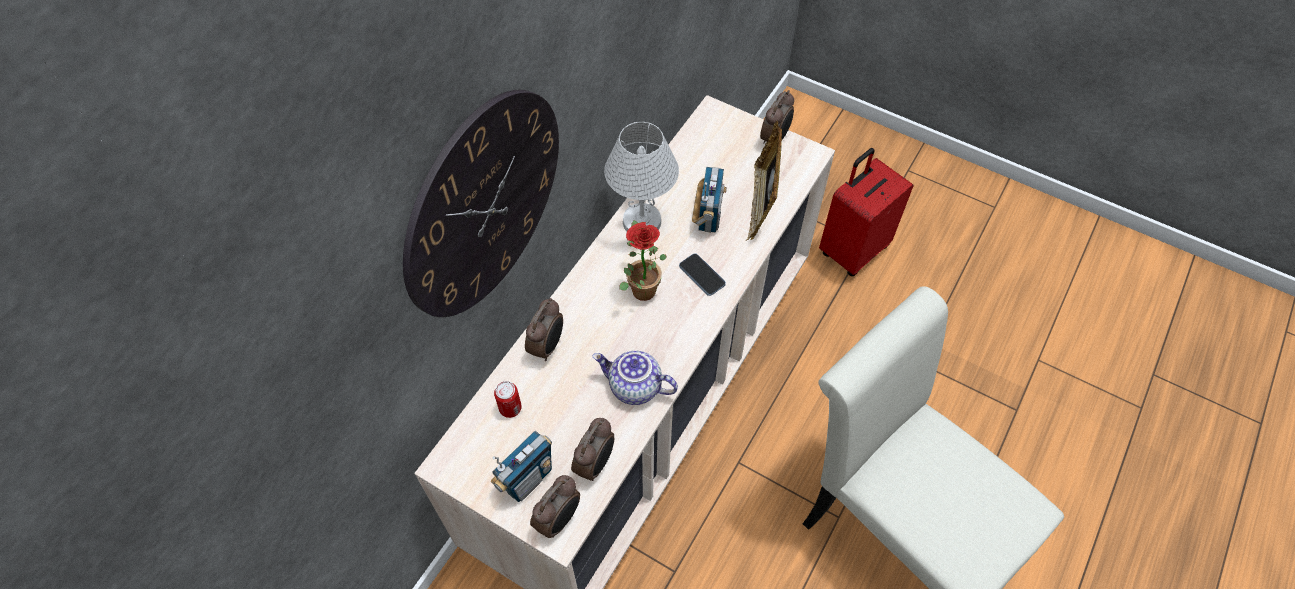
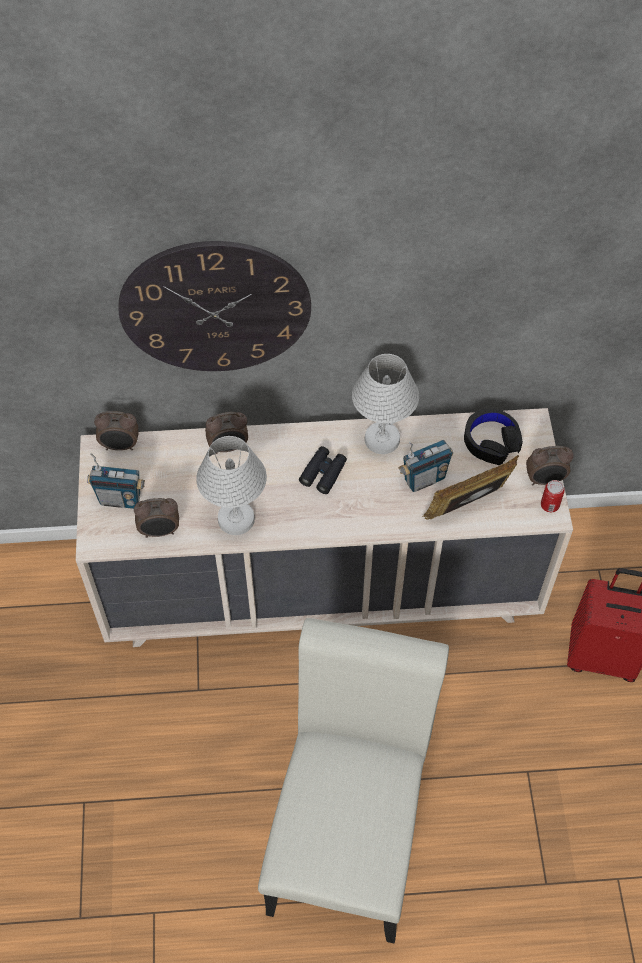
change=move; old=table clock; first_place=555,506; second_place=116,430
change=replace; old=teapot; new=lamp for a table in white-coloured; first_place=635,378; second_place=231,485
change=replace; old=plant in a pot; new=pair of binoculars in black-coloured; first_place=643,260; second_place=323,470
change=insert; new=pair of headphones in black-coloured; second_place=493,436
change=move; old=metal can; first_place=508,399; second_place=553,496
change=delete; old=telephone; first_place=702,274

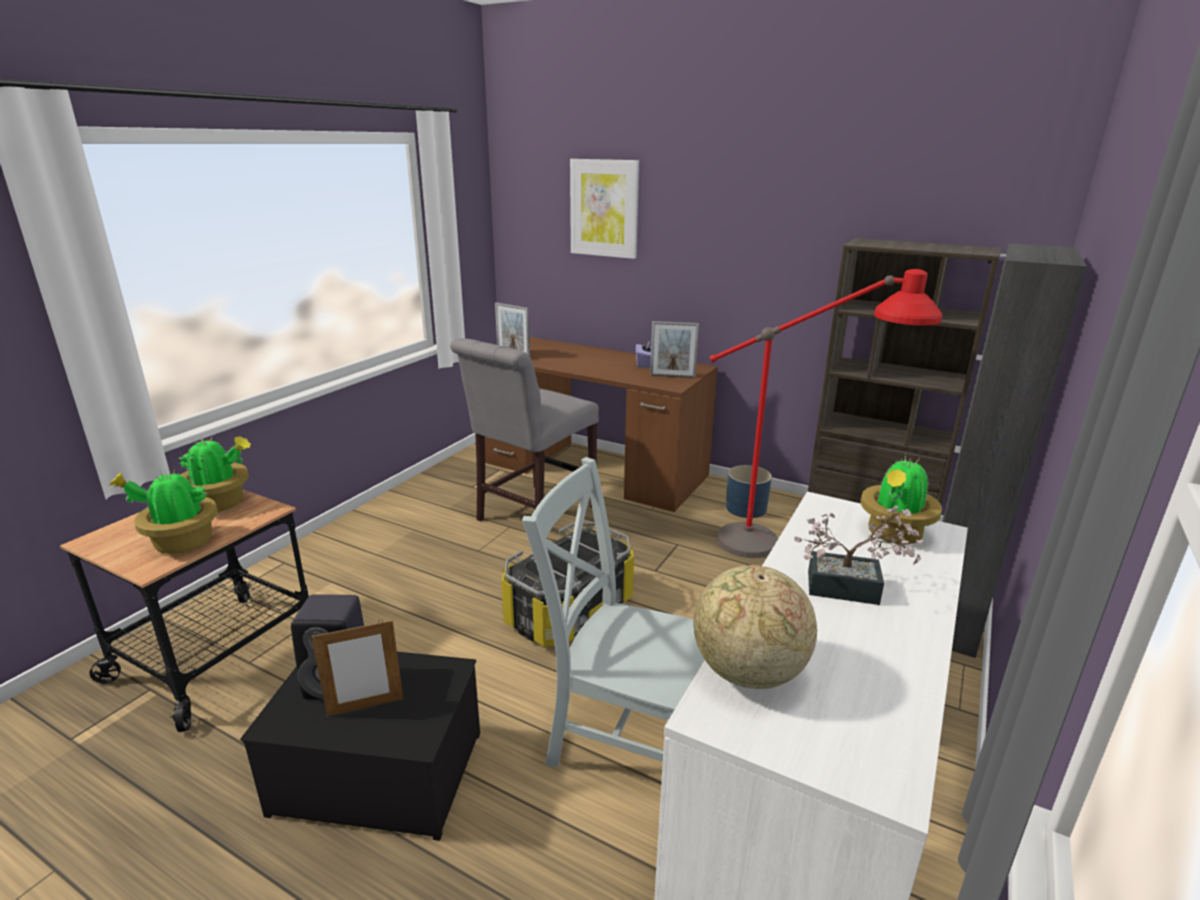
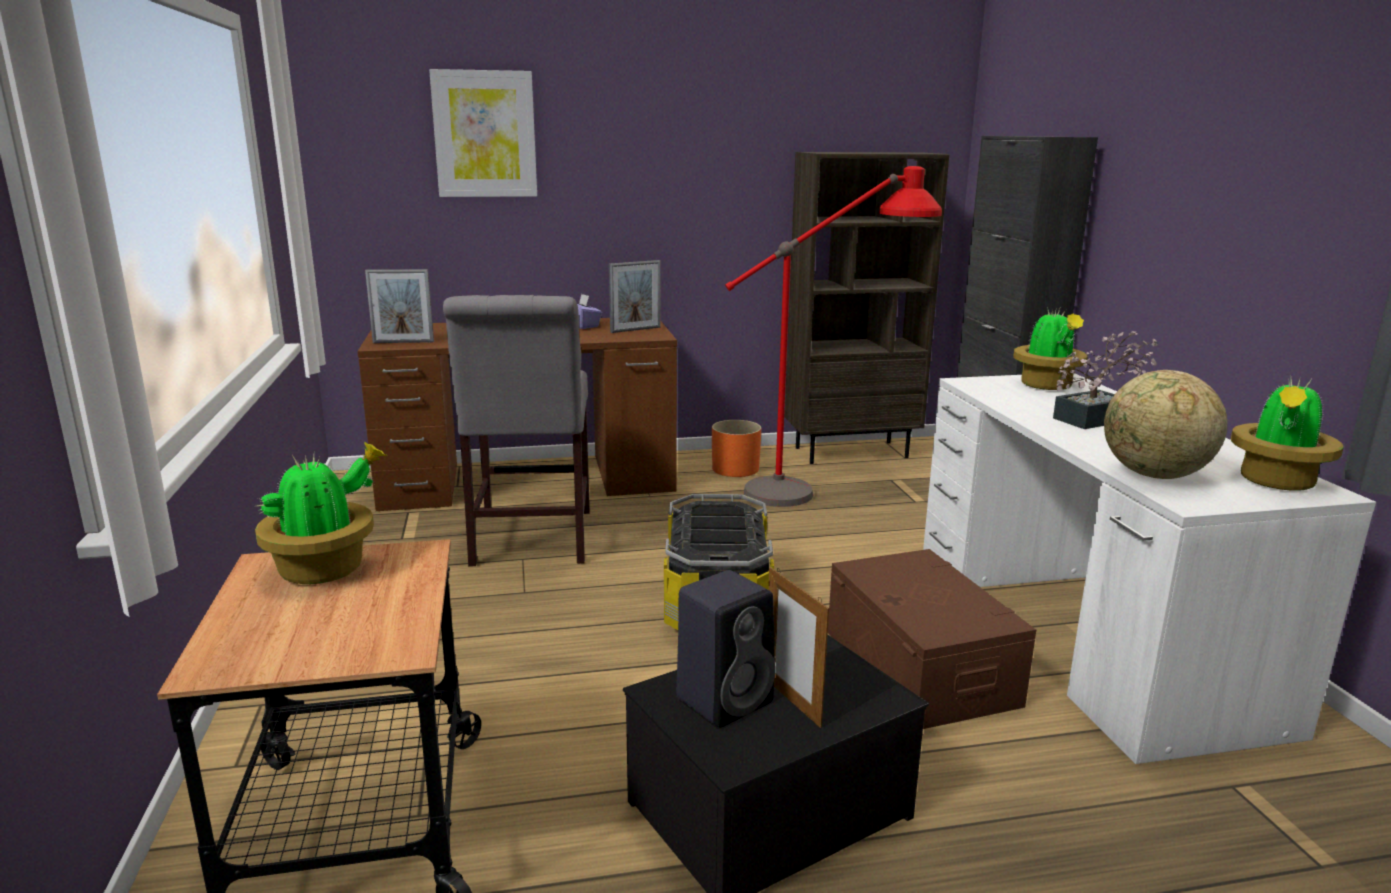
change=recolor; old=plant pot in bluish; new=plant pot in orange; first_place=749,491; second_place=736,448
change=rotate; old=standing frame; first_place=357,668; second_place=798,647; degrees=120
change=replace; old=plain chair in gray; new=storage box in brown; first_place=613,612; second_place=932,639
change=move; old=plant in a pot; first_place=163,510; second_place=1287,435

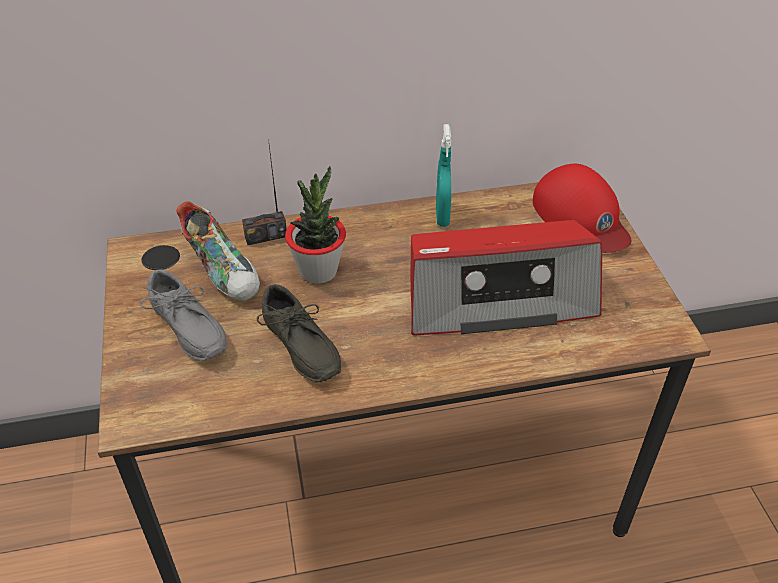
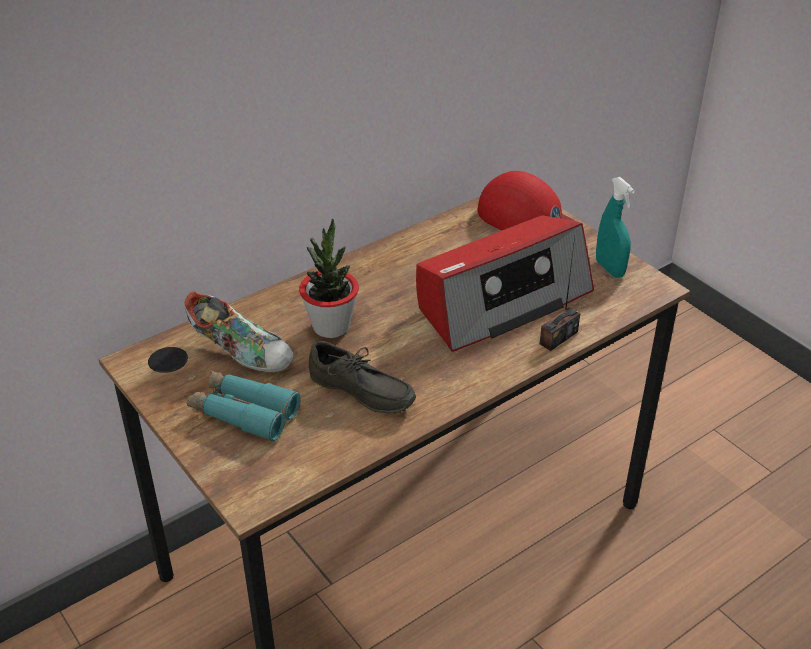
change=replace; old=shoe in gray; new=pair of binoculars in blue-green; first_place=183,315; second_place=244,406
change=move; old=radio set; first_place=264,192; second_place=560,294
change=move; old=sprayer in blue-green; first_place=443,175; second_place=615,227

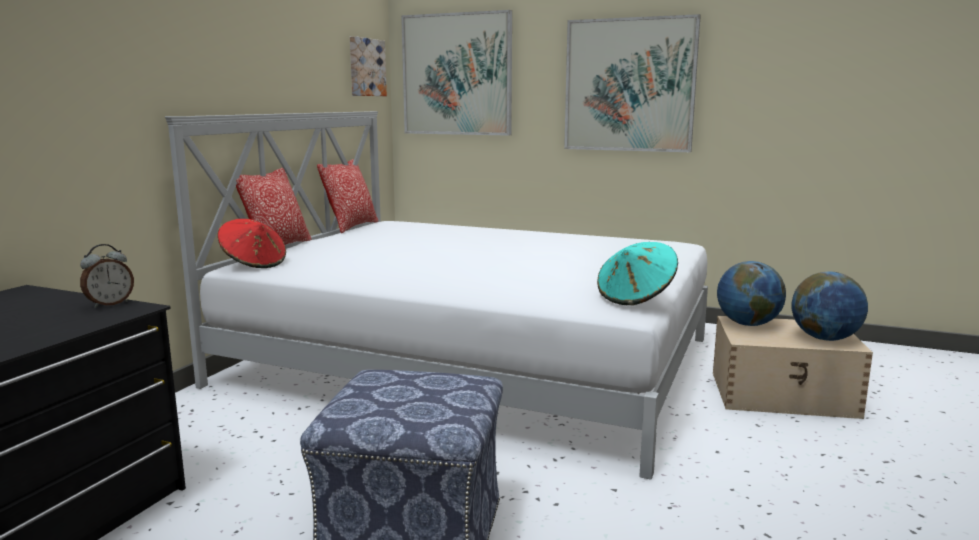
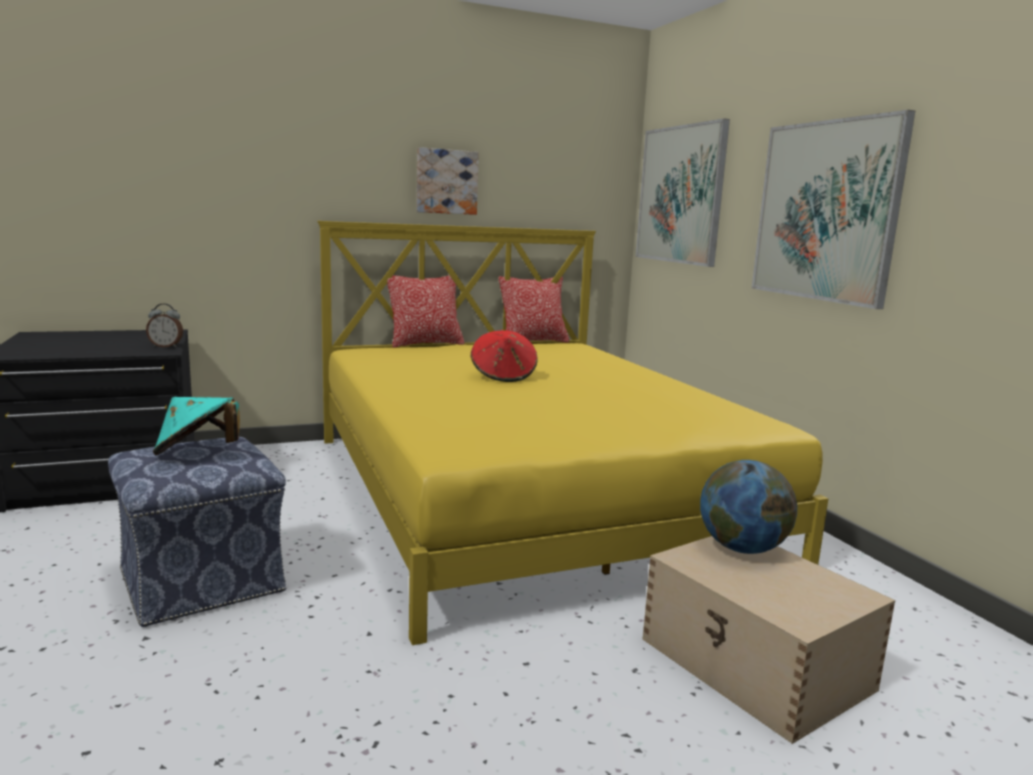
change=move; old=wearable hat in blue-green; first_place=637,273; second_place=196,426
change=recolor; old=sleeping bed in white-coloured; new=sleeping bed in yellow; first_place=436,295; second_place=572,433
change=move; old=wall picture; first_place=368,66; second_place=448,181
change=move; old=wearable hat in red-coloured; first_place=252,243; second_place=504,356
change=delete; old=desk globe; first_place=830,306

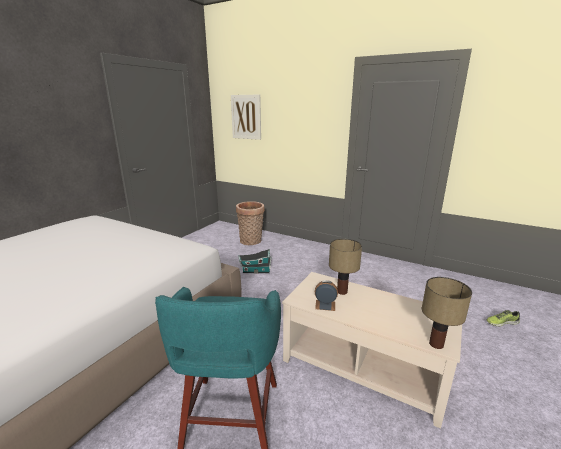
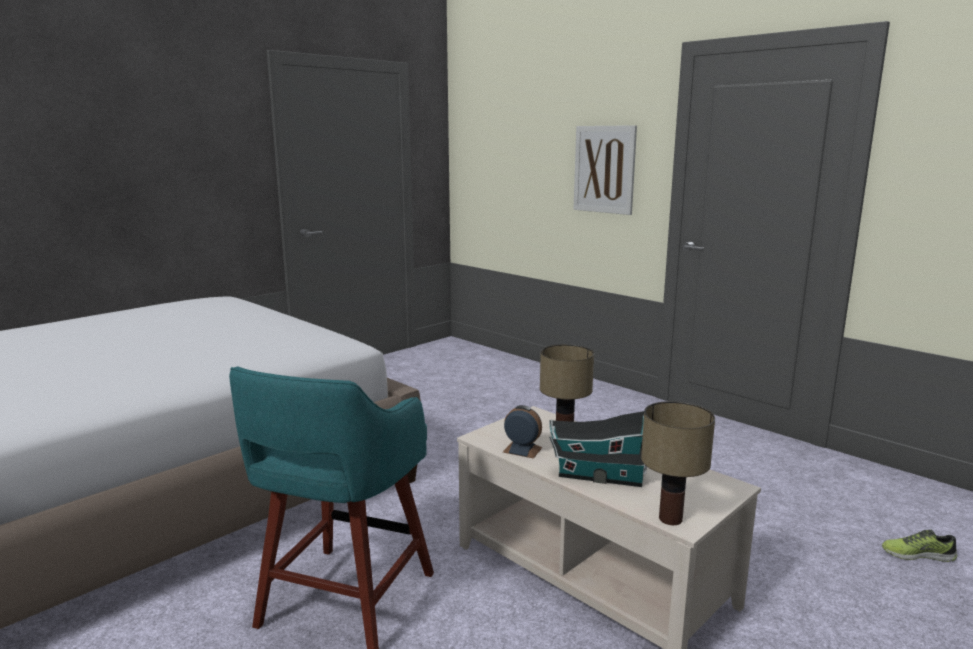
change=move; old=toy house; first_place=254,261; second_place=598,449
change=move; old=wall picture; first_place=246,117; second_place=605,170
change=delete; old=basket; first_place=250,223

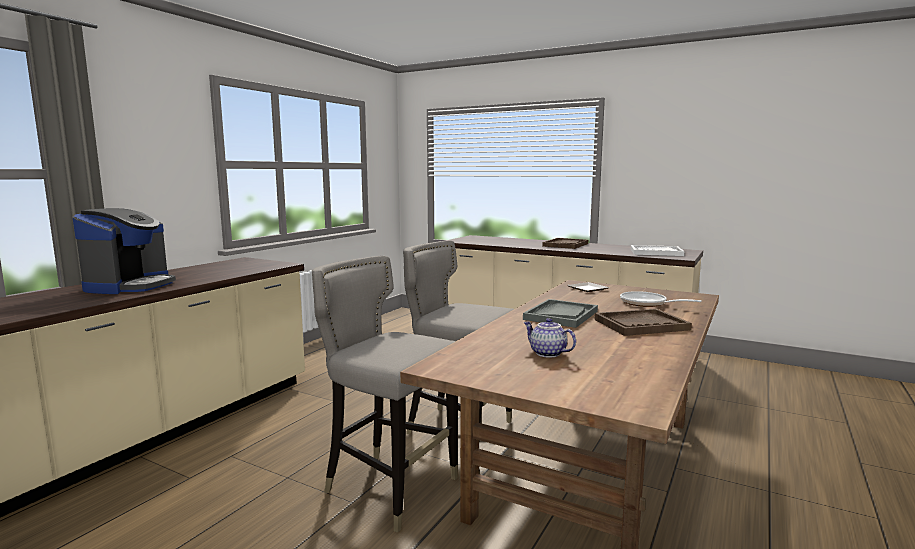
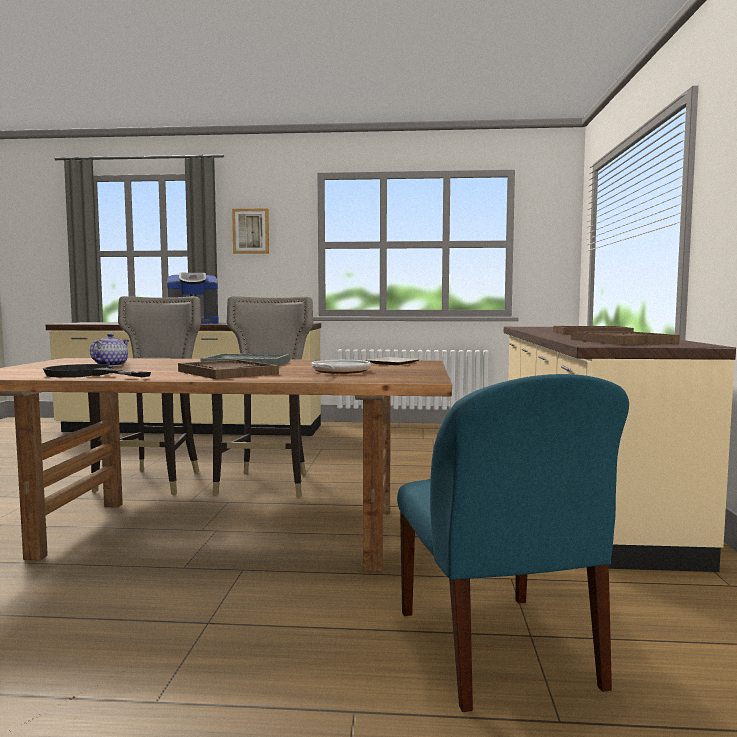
change=insert; new=skillet in black-coloured; second_place=97,371
change=insert; new=wall picture; second_place=250,231
change=insert; new=plain chair in bluish; second_place=513,543
change=recolor; old=tray in white-coloured; new=tray in brown; first_place=658,250; second_place=625,338

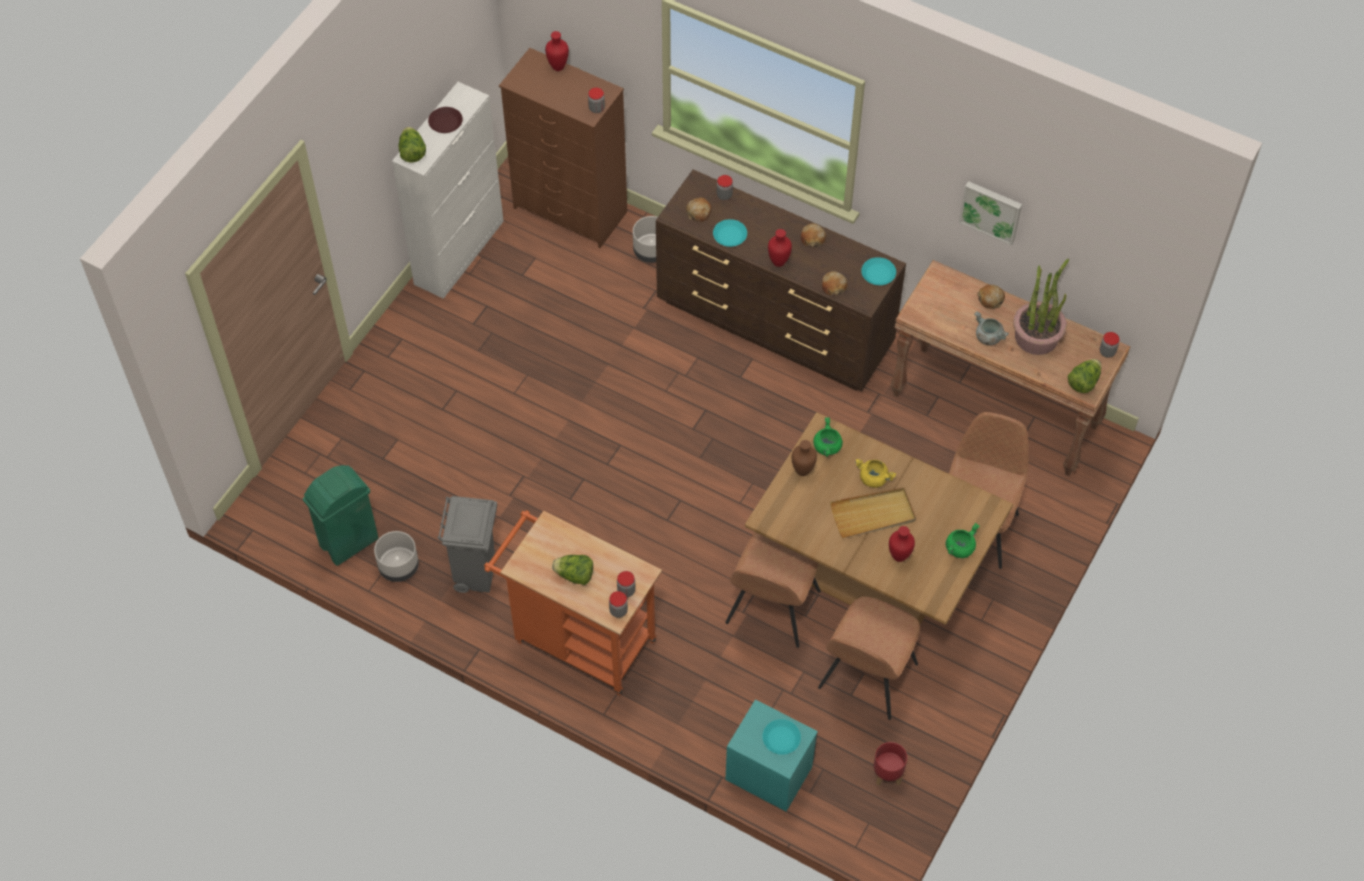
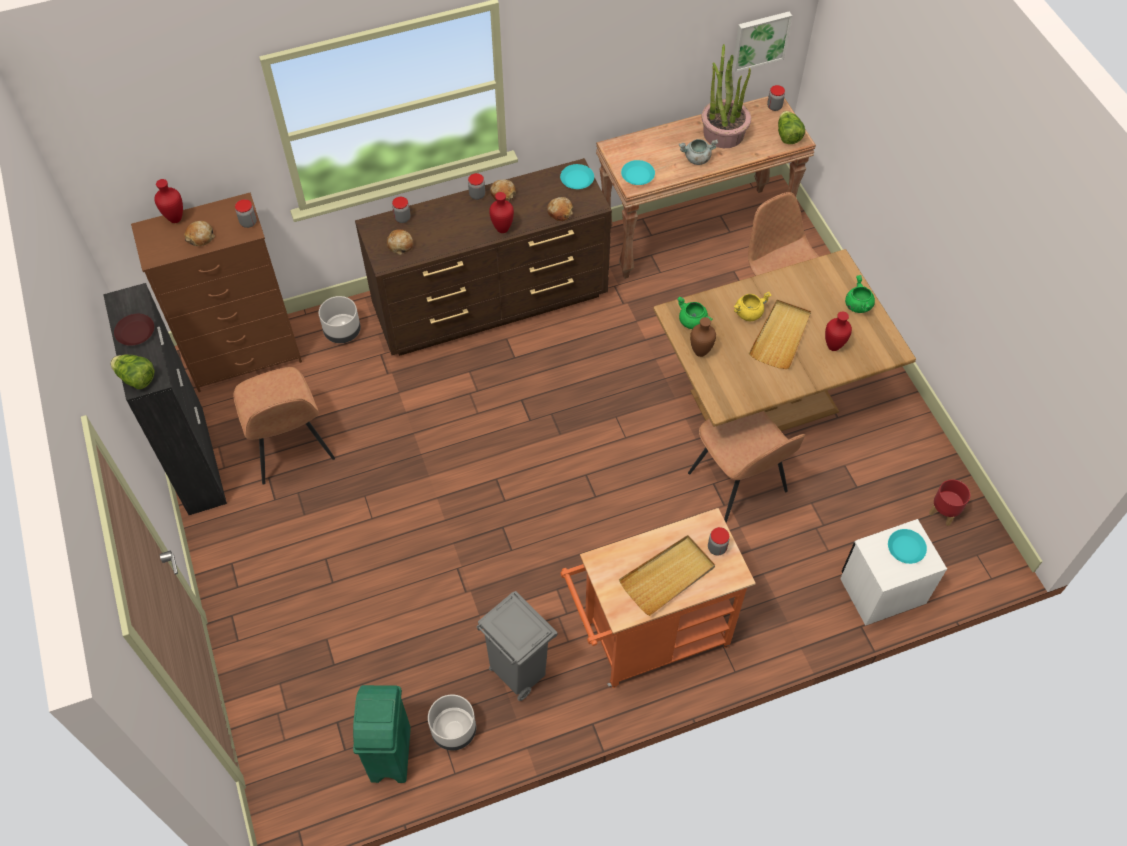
change=recolor; old=cabinet in white-coloured; new=cabinet in black-coloured; first_place=448,190; second_place=165,399
change=move; old=bread; first_place=991,297; second_place=199,233
change=move; old=plain chair in brown; first_place=869,658; second_place=284,426
change=move; old=storage jar; first_place=618,604; second_place=476,186
change=replace; old=lettuce head; new=tray in beige; first_place=572,570; second_place=667,575
change=move; old=plate in blue-green; first_place=730,233; second_place=638,172
change=move; old=wall picture; first_place=990,213; second_place=762,42
change=recolor; old=nightstand in blue-green; new=nightstand in white-coloured; first_place=771,755; second_place=893,572

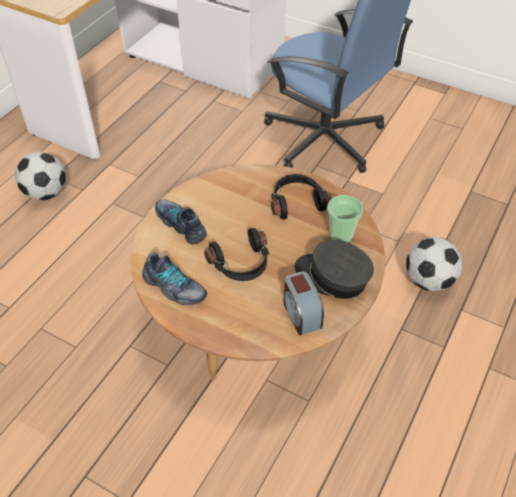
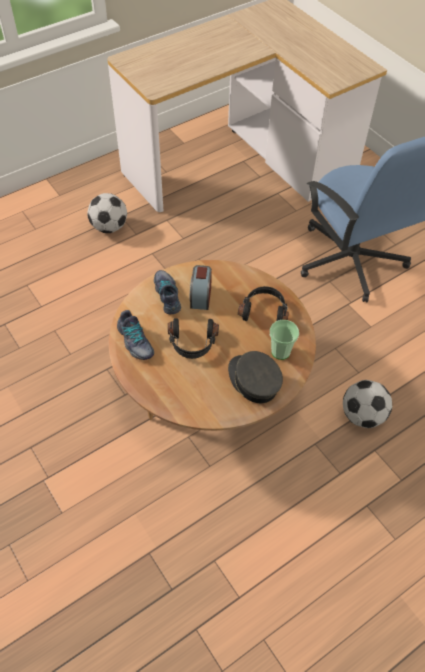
change=move; old=table clock; first_place=304,304; second_place=201,287

